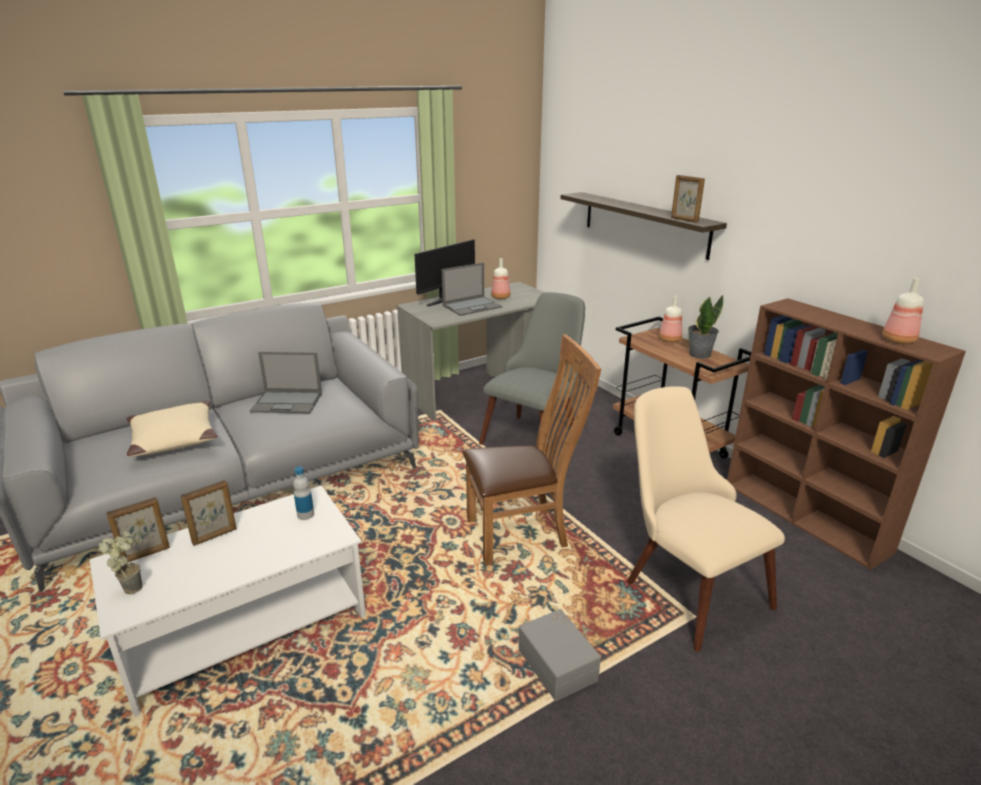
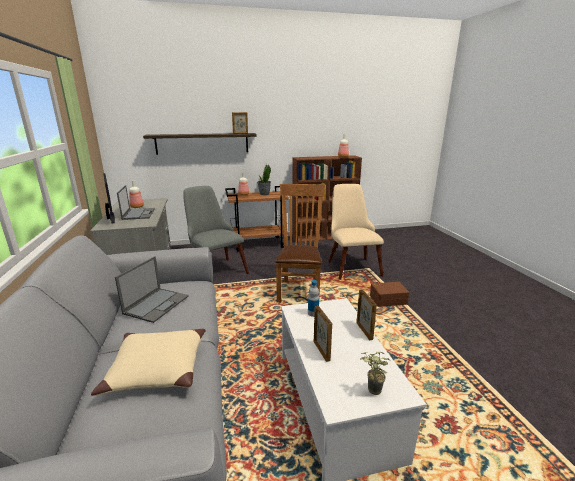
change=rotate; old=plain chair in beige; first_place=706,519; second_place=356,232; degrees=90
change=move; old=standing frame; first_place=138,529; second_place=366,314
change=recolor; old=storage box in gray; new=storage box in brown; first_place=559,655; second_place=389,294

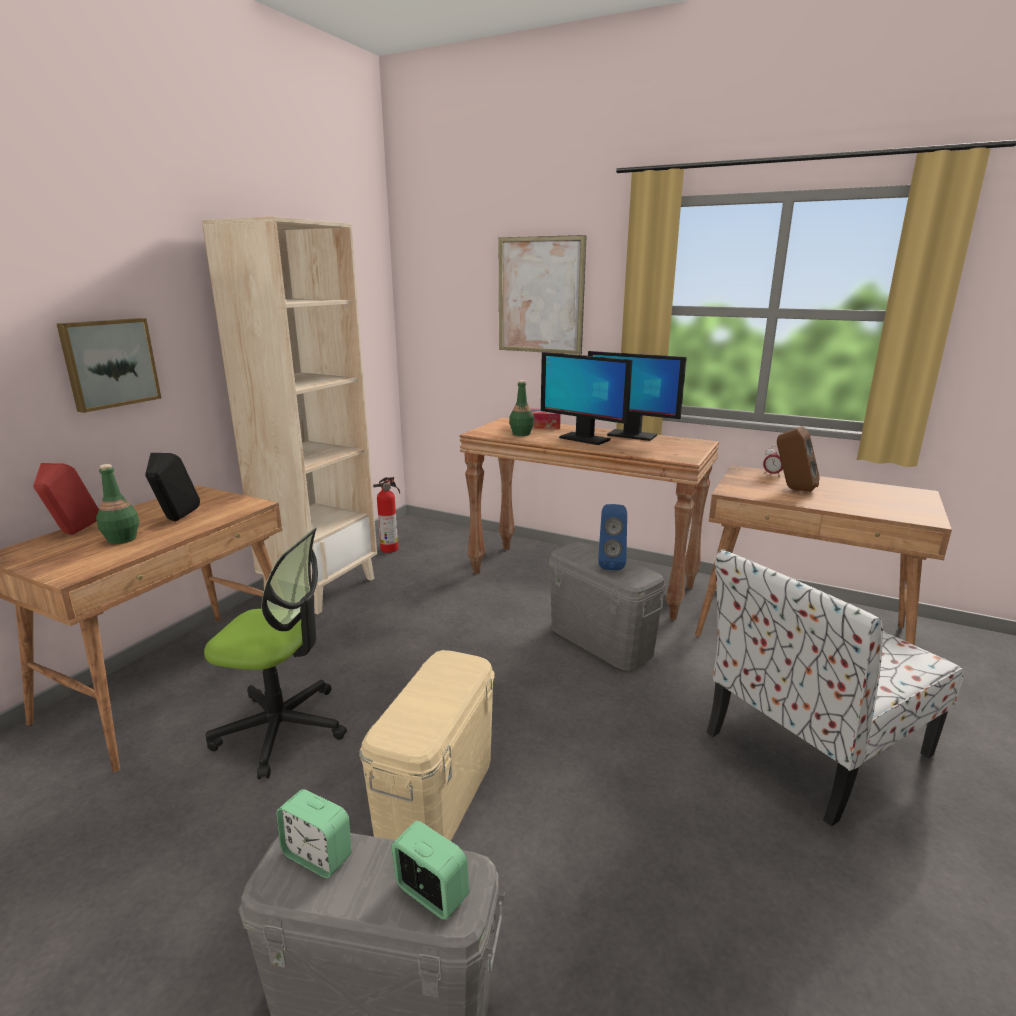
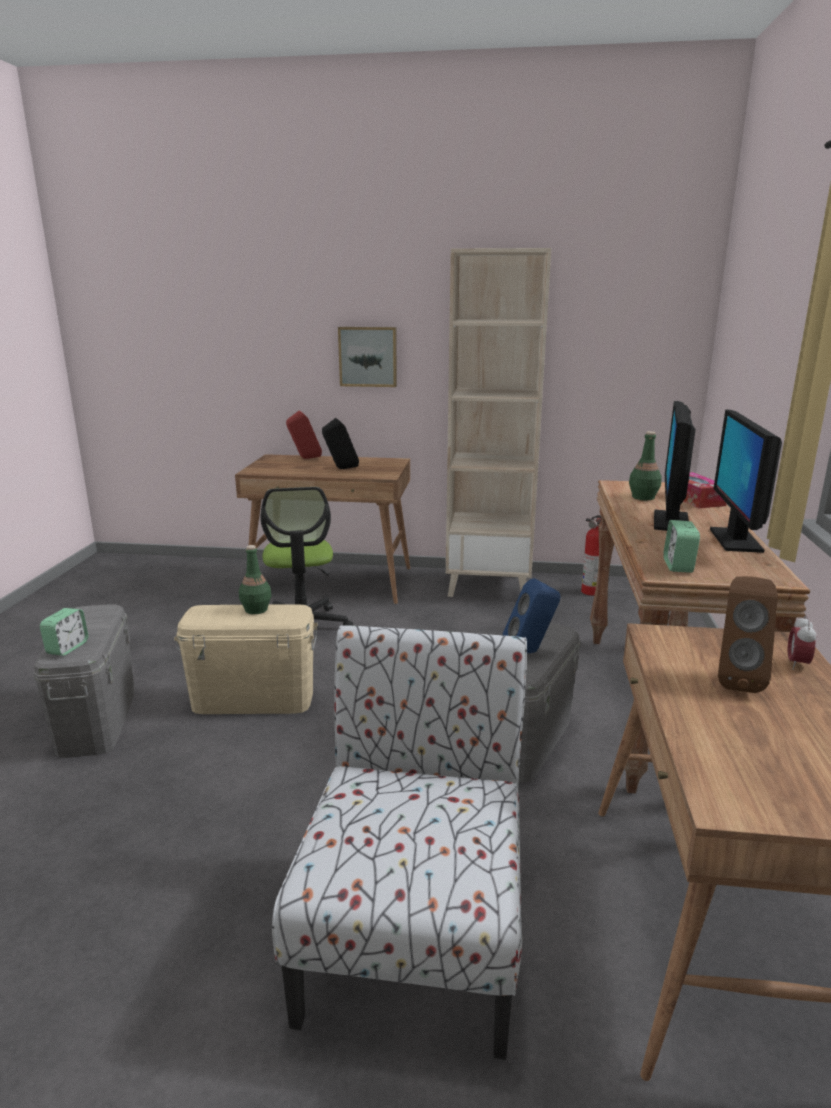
change=move; old=beverage bottle in green; first_place=117,504; second_place=255,579
change=rotate; old=plain chair; first_place=835,687; second_place=399,842; degrees=60
change=move; old=table clock; first_place=314,833; second_place=681,546
change=delete; old=wall picture; first_place=543,295

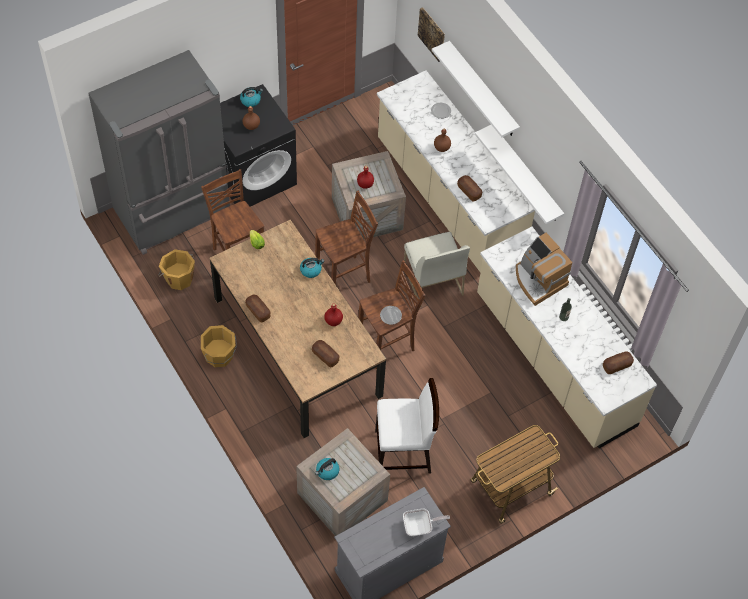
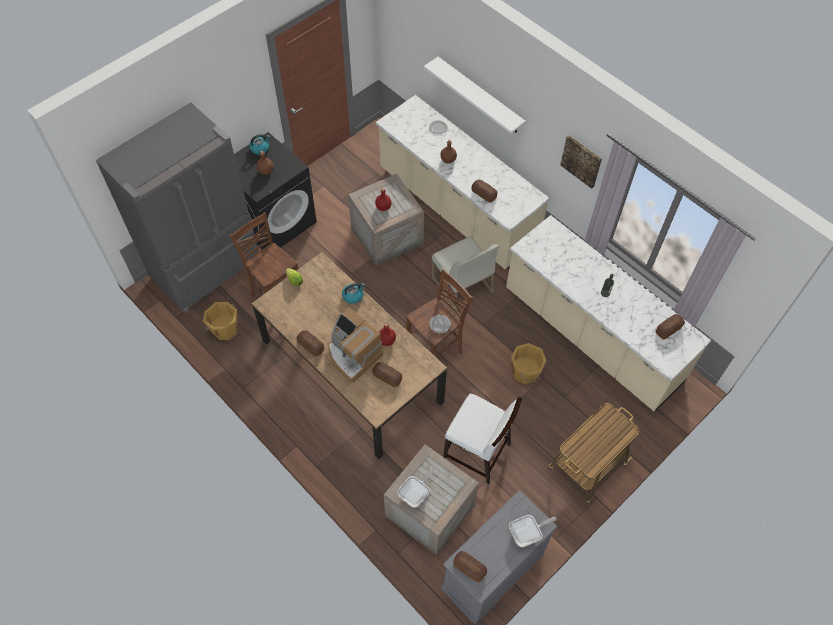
change=move; old=coffee maker; first_place=544,269; second_place=355,345
change=replace; old=kettle; new=skillet; first_place=327,469; second_place=416,487
change=rotate; old=plain chair in white-coloured; first_place=407,426; second_place=482,439; degrees=45
change=insert; new=bread; second_place=470,566
change=move; old=bucket in orange; first_place=219,346; second_place=528,363
change=move; old=wall picture; first_place=431,34; second_place=581,162
change=delete; old=stool seat in brown; first_place=346,238
change=delete; old=bracket shelf in white-coloured; first_place=519,174

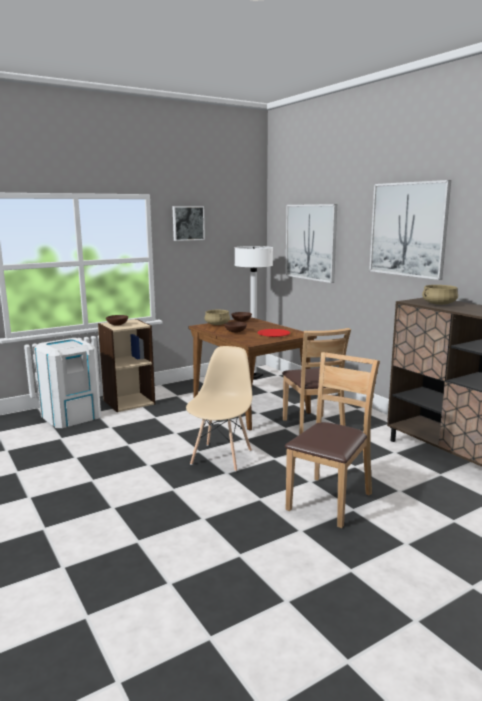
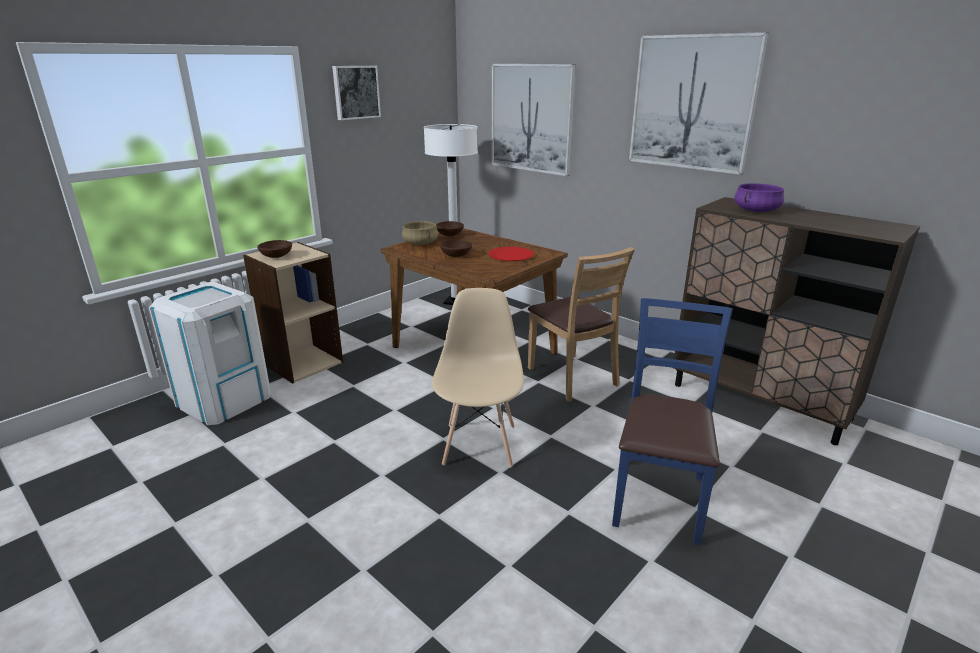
change=recolor; old=plain chair in brown; new=plain chair in bluish; first_place=332,440; second_place=672,421
change=recolor; old=cooking pot in beige; new=cooking pot in purple; first_place=440,295; second_place=759,197

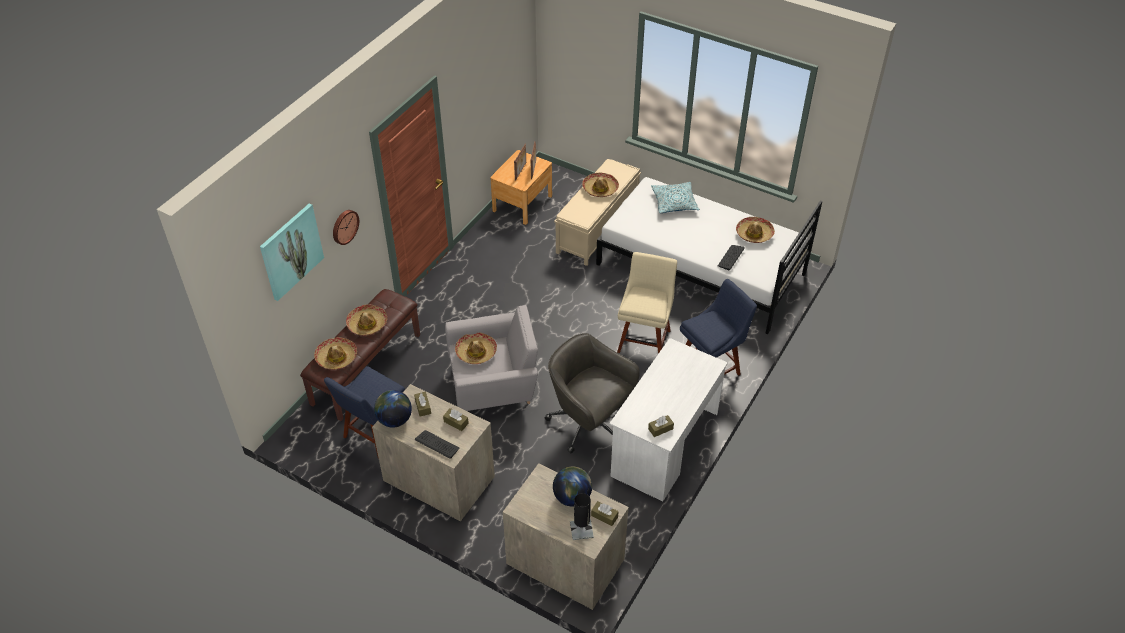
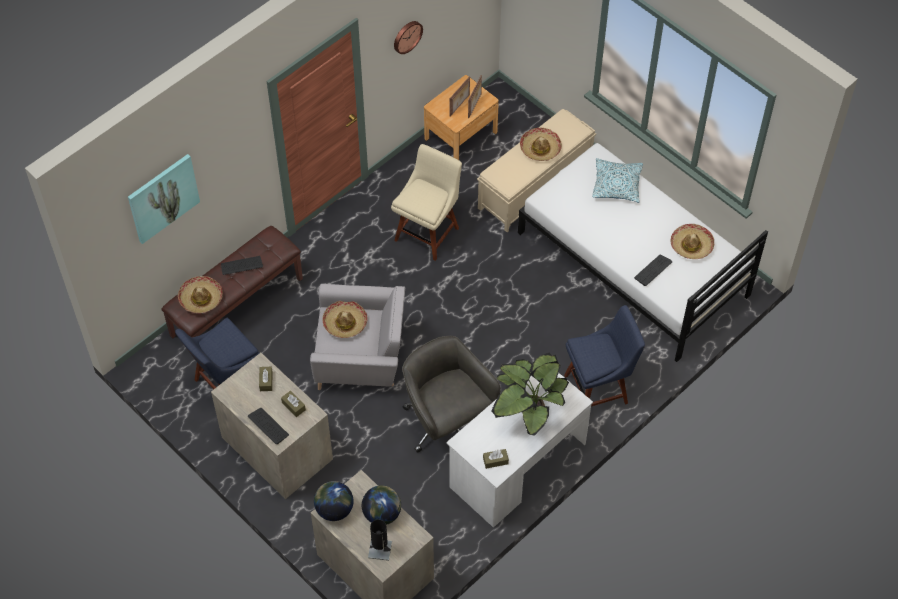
change=replace; old=wearable hat; new=keyboard; first_place=366,320; second_place=242,265
change=move; old=desk globe; first_place=393,409; second_place=334,501
change=move; old=plain chair in beige; first_place=647,303; second_place=426,202
change=move; old=hanging clock; first_place=346,227; second_place=408,37
change=insert; new=plant in a pot; second_place=530,393
change=delete; old=box of tissues in brown; first_place=604,513

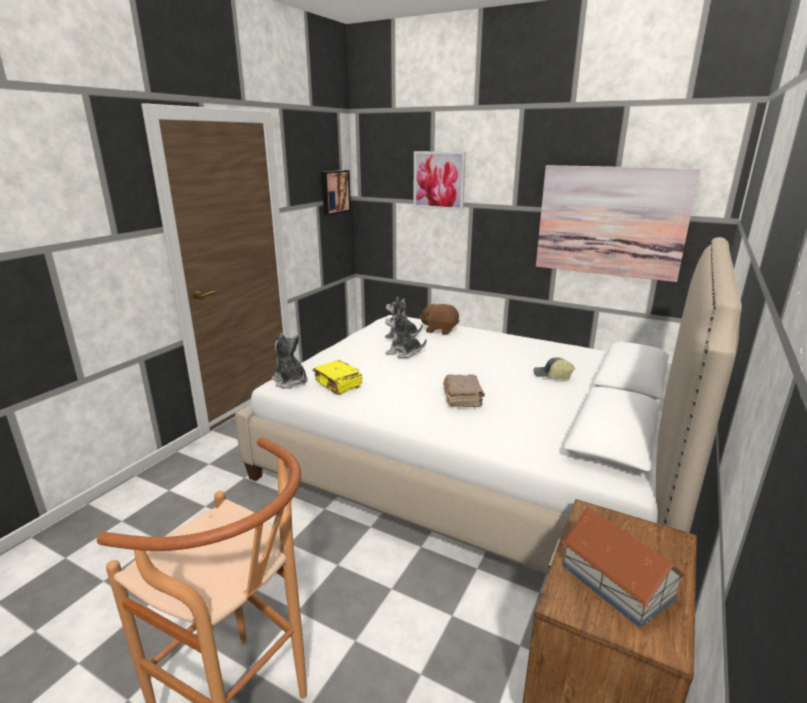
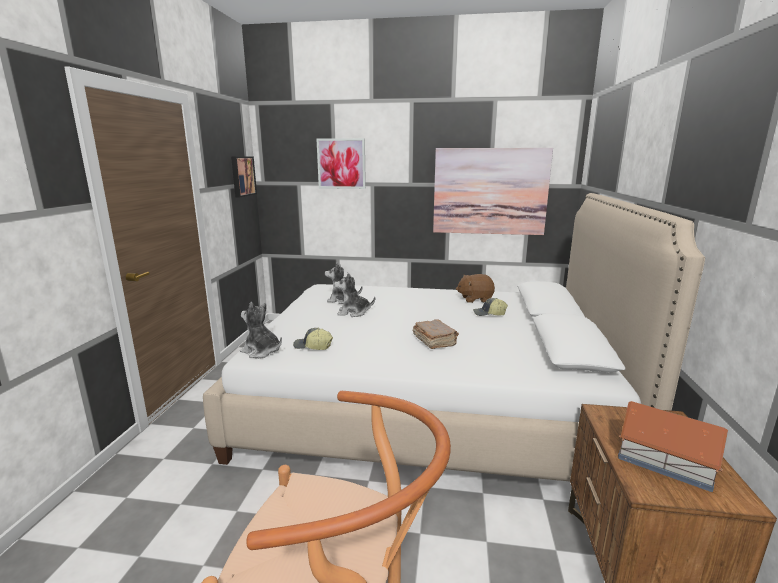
change=replace; old=book in yellow; new=baseball cap; first_place=338,377; second_place=313,339
change=move; old=plush toy in brown; first_place=439,319; second_place=475,288

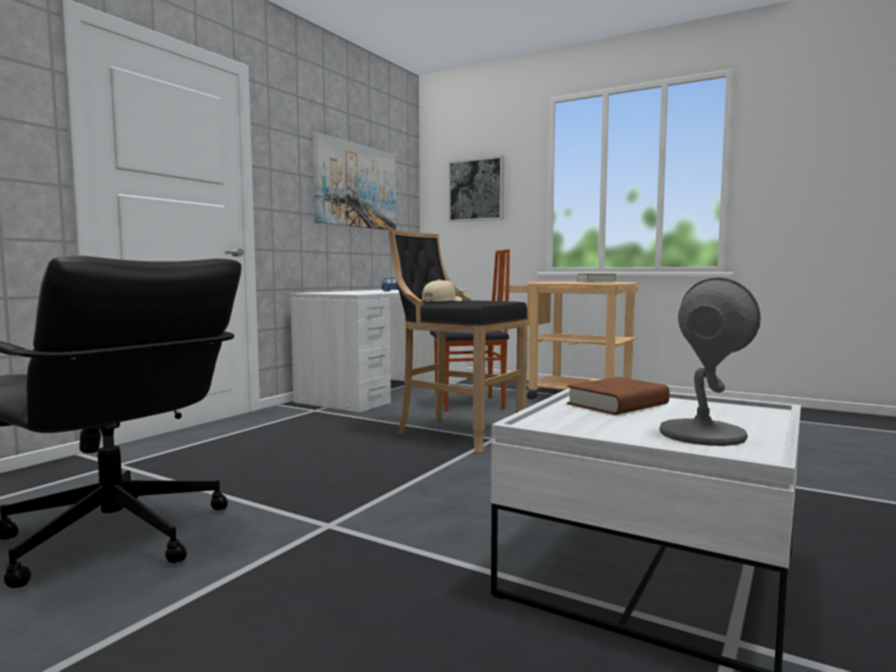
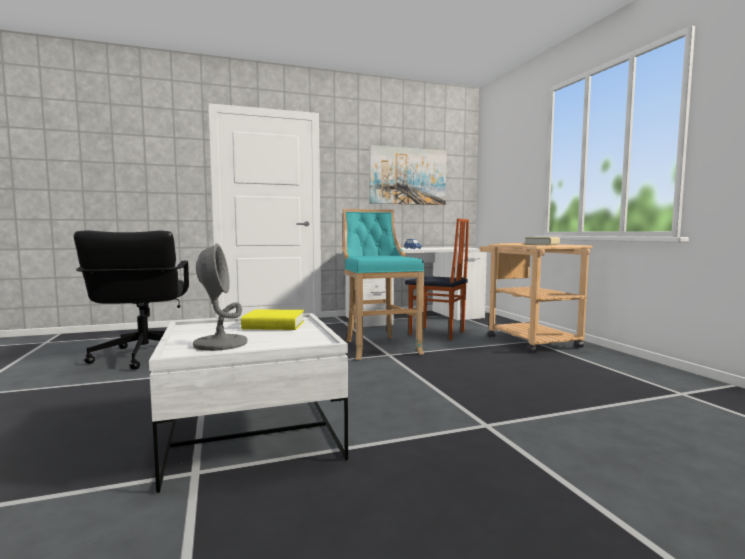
change=recolor; old=book in brown; new=book in yellow; first_place=618,396; second_place=272,319
change=recolor; old=stool seat in black-coloured; new=stool seat in blue-green; first_place=458,341; second_place=383,284
change=delete; old=baseball cap in beige; first_place=442,290
change=delete; old=wall picture; first_place=476,188

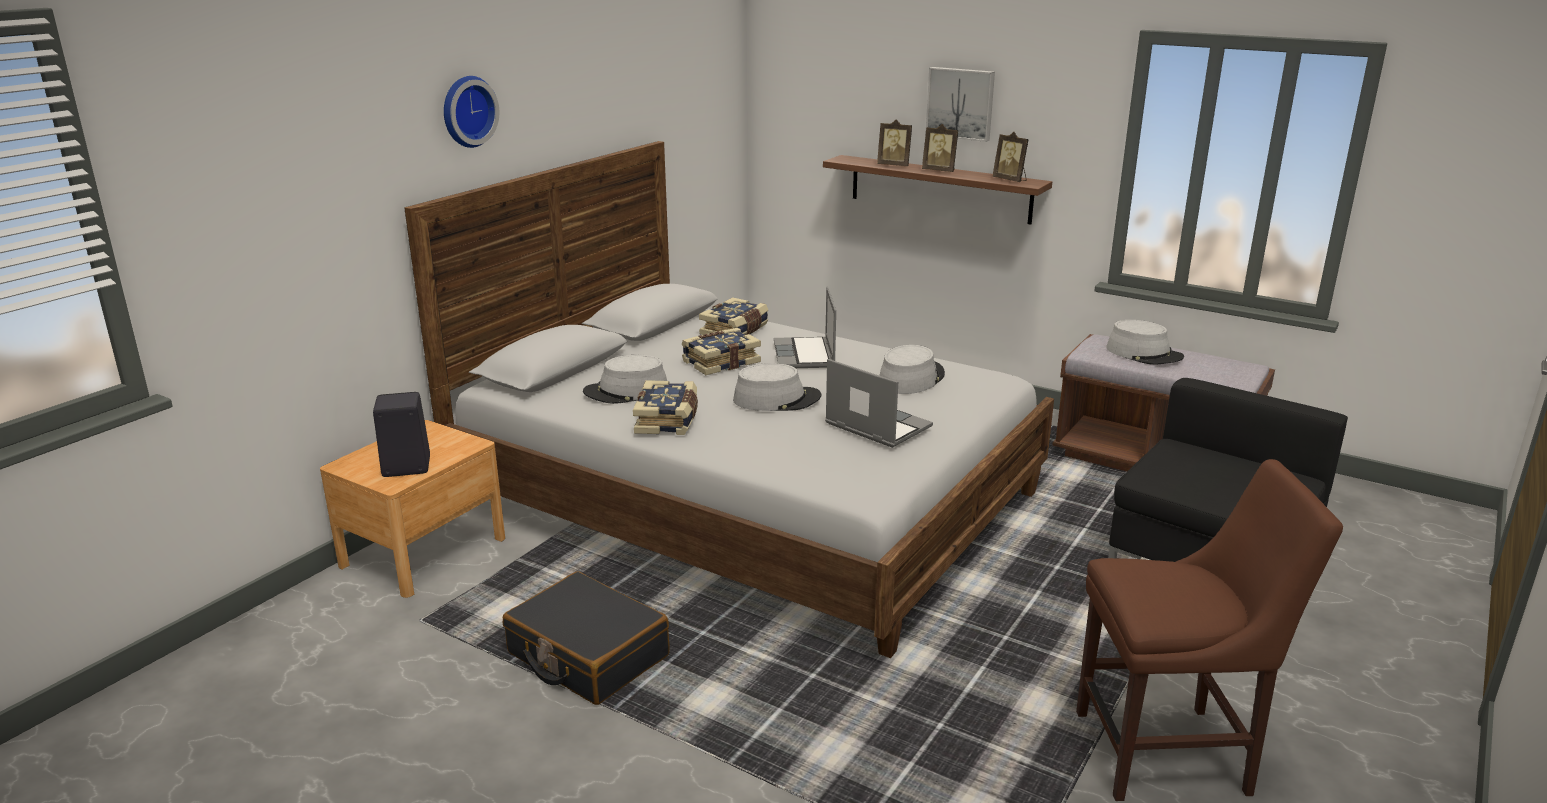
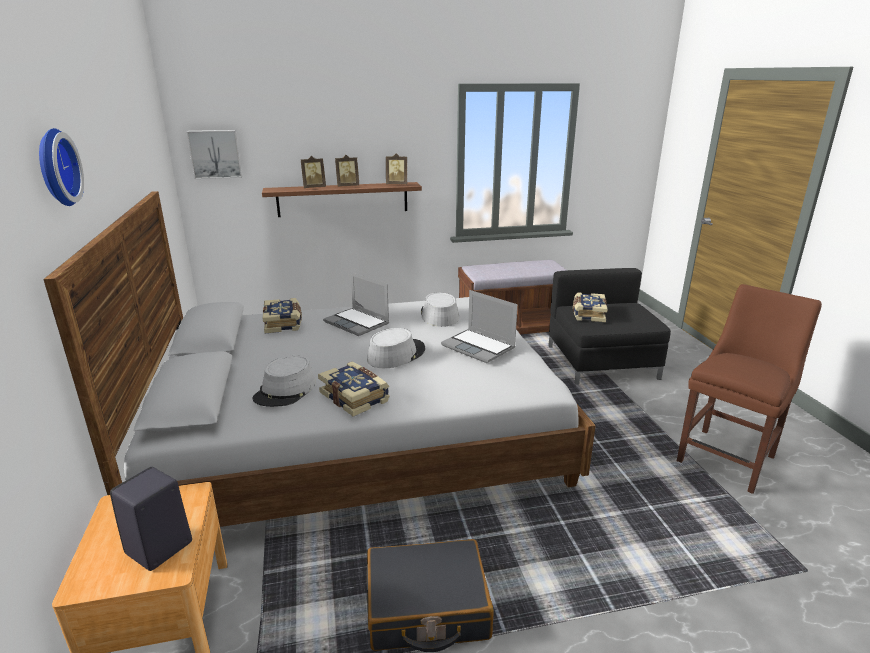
change=move; old=wall picture; first_place=960,104; second_place=214,154
change=rotate; old=portable computer; first_place=879,403; second_place=479,326; degrees=-135
change=move; old=book; first_place=721,351; second_place=590,307
change=delete; old=wearable hat in gray; first_place=1145,342

